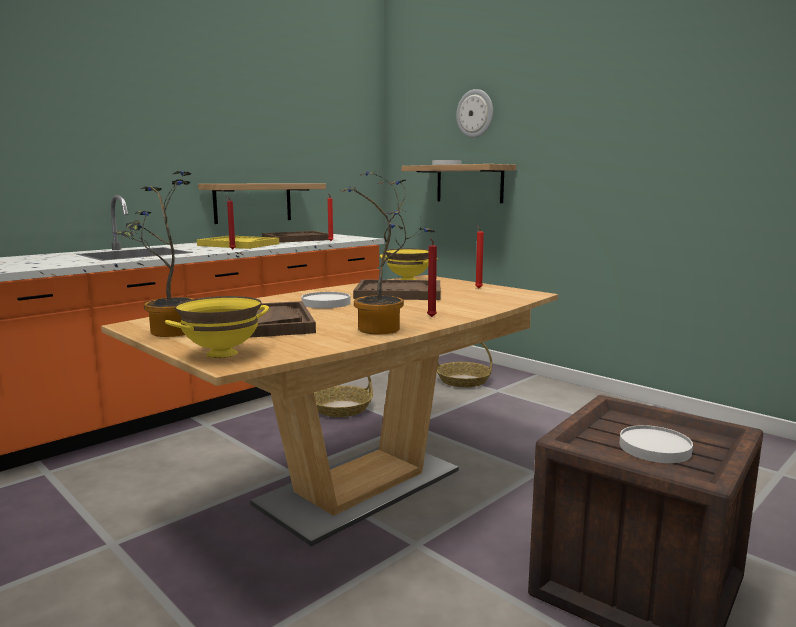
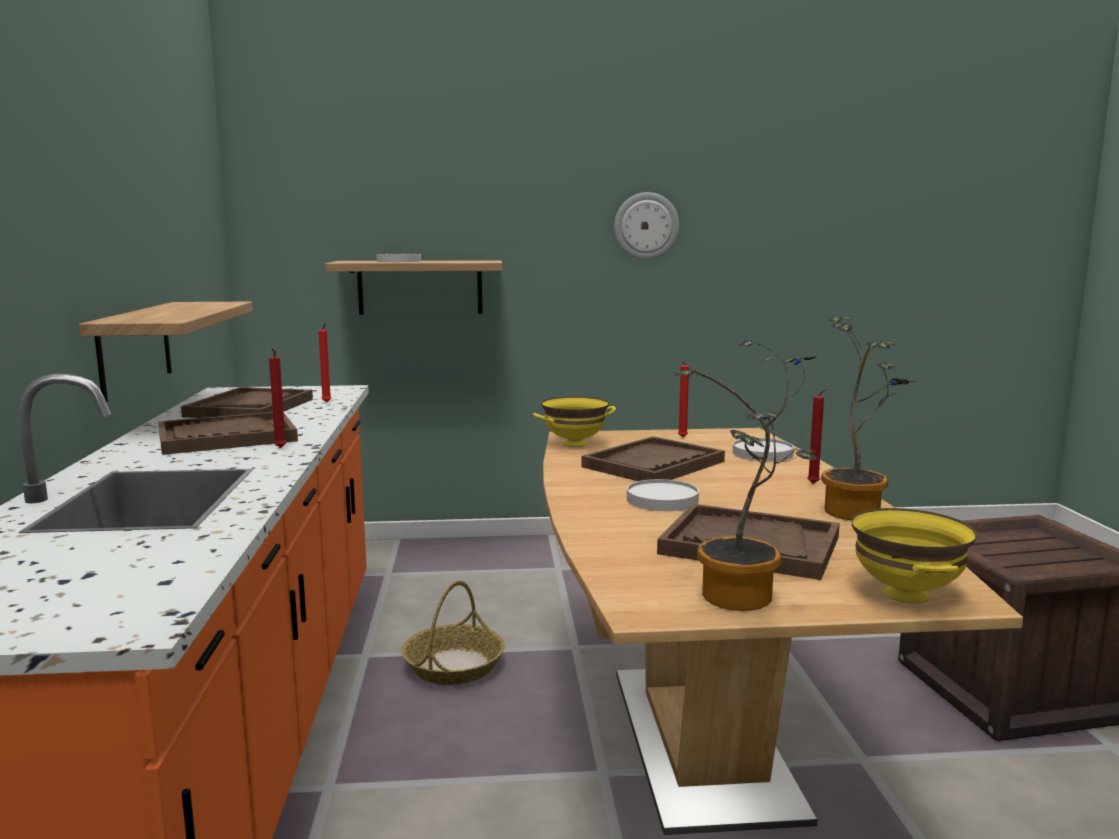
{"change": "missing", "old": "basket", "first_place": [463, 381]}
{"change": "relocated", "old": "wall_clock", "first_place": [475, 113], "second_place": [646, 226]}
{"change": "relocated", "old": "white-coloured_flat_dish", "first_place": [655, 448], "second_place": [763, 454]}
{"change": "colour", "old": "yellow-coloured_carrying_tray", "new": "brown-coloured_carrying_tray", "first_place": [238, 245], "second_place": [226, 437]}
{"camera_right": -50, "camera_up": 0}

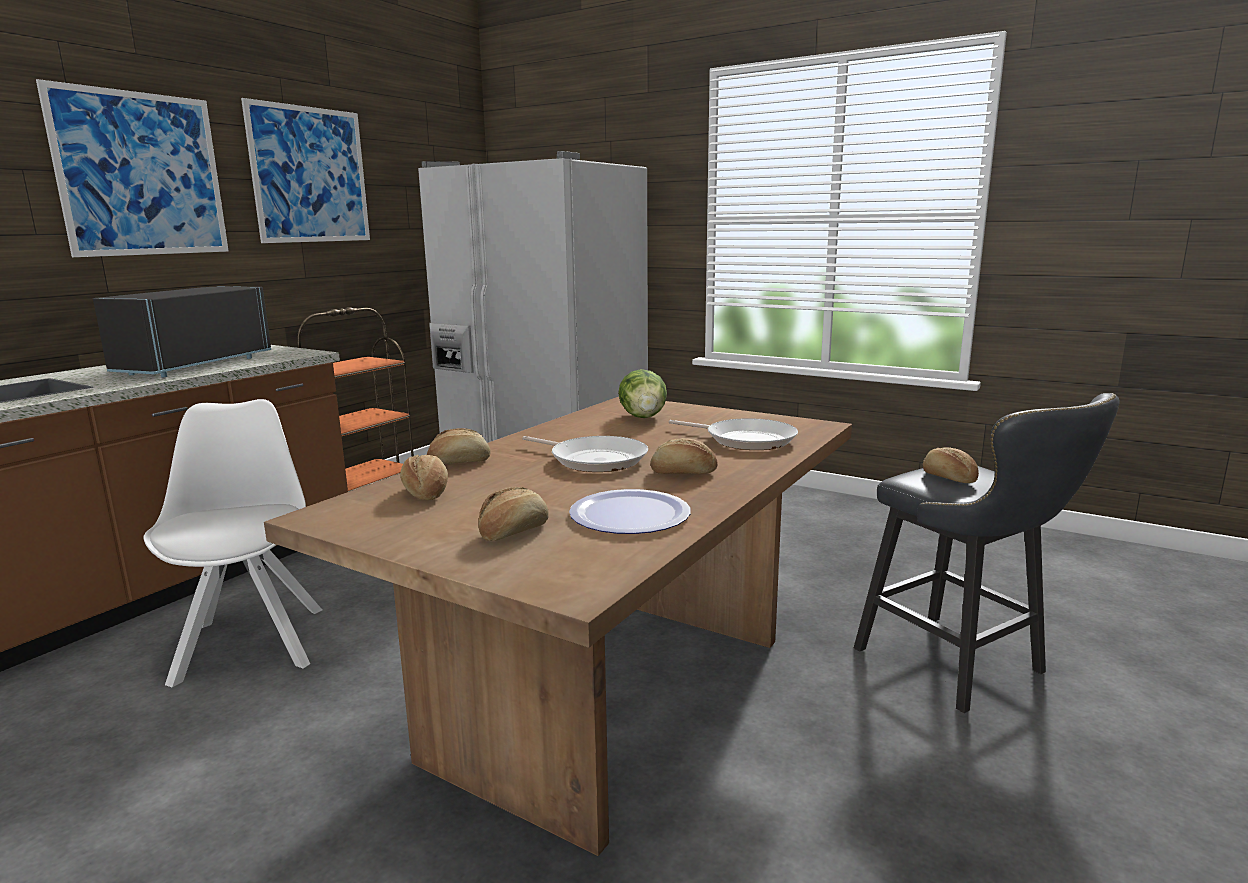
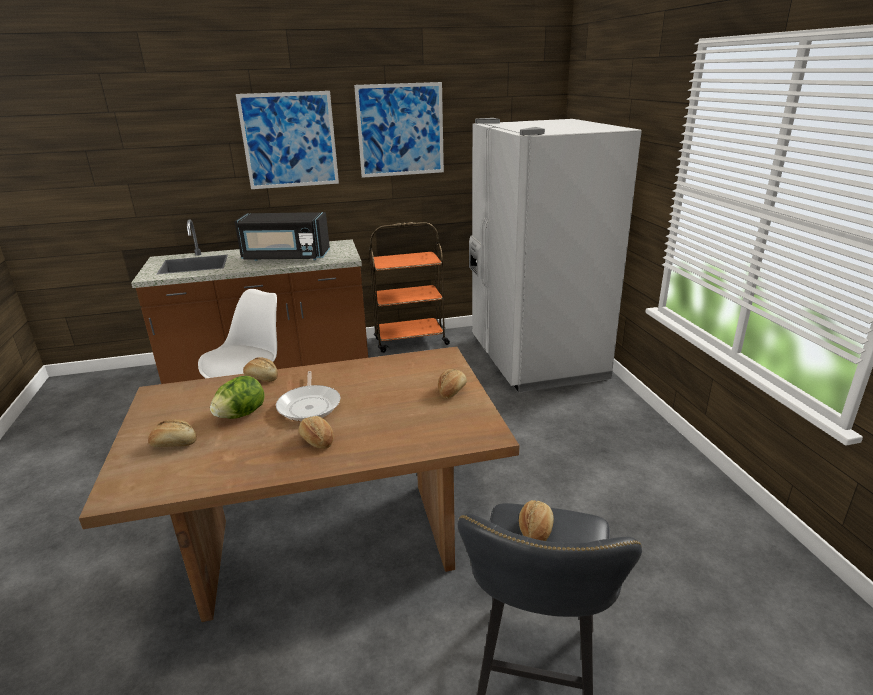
{"change": "missing", "old": "flat_dish", "first_place": [630, 515]}
{"change": "missing", "old": "frying_pan", "first_place": [746, 440]}
{"change": "relocated", "old": "baked_bread", "first_place": [425, 493], "second_place": [451, 391]}
{"change": "relocated", "old": "lettuce", "first_place": [643, 417], "second_place": [241, 414]}
{"change": "spun", "old": "black-coloured_kitchen_microwave", "first_place": [192, 365], "second_place": [286, 257], "degrees": -150}
{"camera_right": 45, "camera_up": 10}

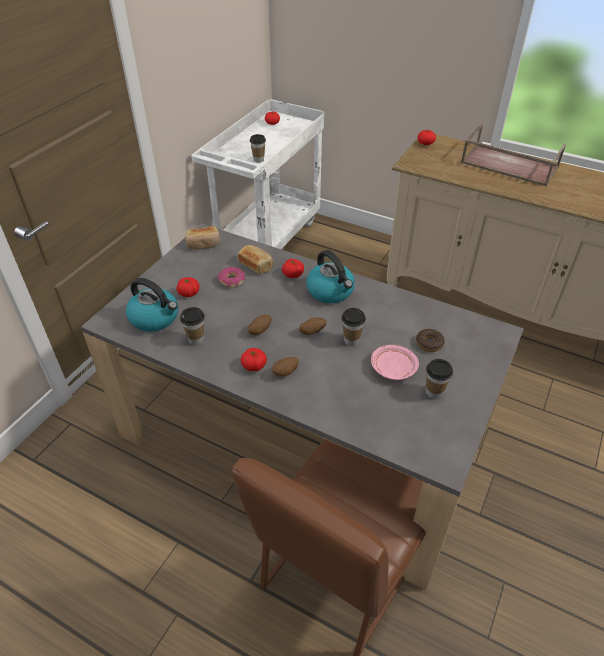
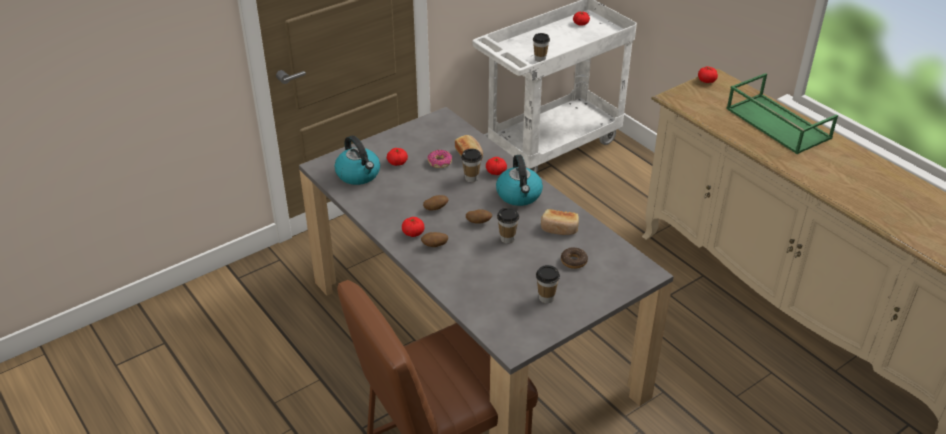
{"change": "missing", "old": "pink-coloured_flat_dish", "first_place": [392, 368]}
{"change": "relocated", "old": "cup", "first_place": [196, 339], "second_place": [471, 178]}
{"change": "relocated", "old": "baked_bread", "first_place": [203, 244], "second_place": [559, 229]}
{"change": "colour", "old": "brown-coloured_carrying_tray", "new": "green_carrying_tray", "first_place": [508, 165], "second_place": [776, 123]}
{"camera_right": 25, "camera_up": -5}

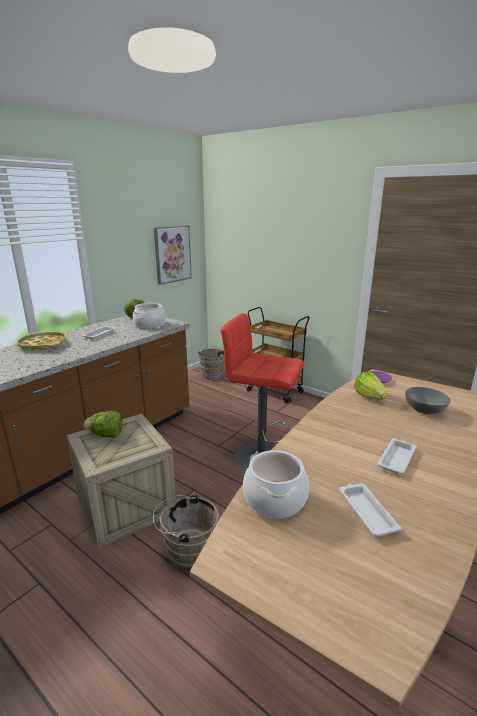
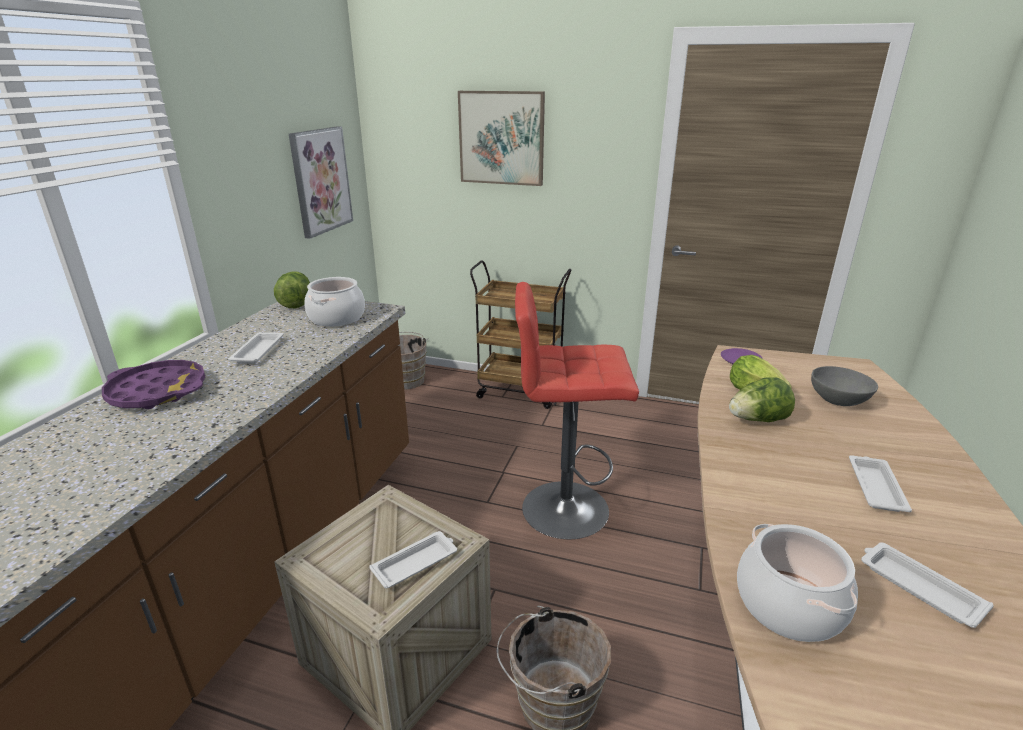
{"change": "appeared", "new": "white-coloured_carrying_tray", "second_place": [416, 563]}
{"change": "appeared", "new": "wall_picture", "second_place": [501, 138]}
{"change": "relocated", "old": "lettuce", "first_place": [105, 435], "second_place": [757, 420]}
{"change": "colour", "old": "yellow-coloured_carrying_tray", "new": "purple-coloured_carrying_tray", "first_place": [43, 345], "second_place": [158, 391]}
{"camera_right": -20, "camera_up": 5}

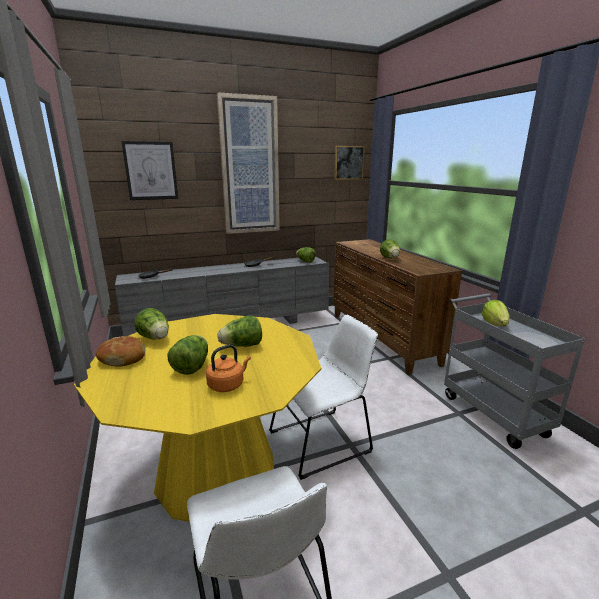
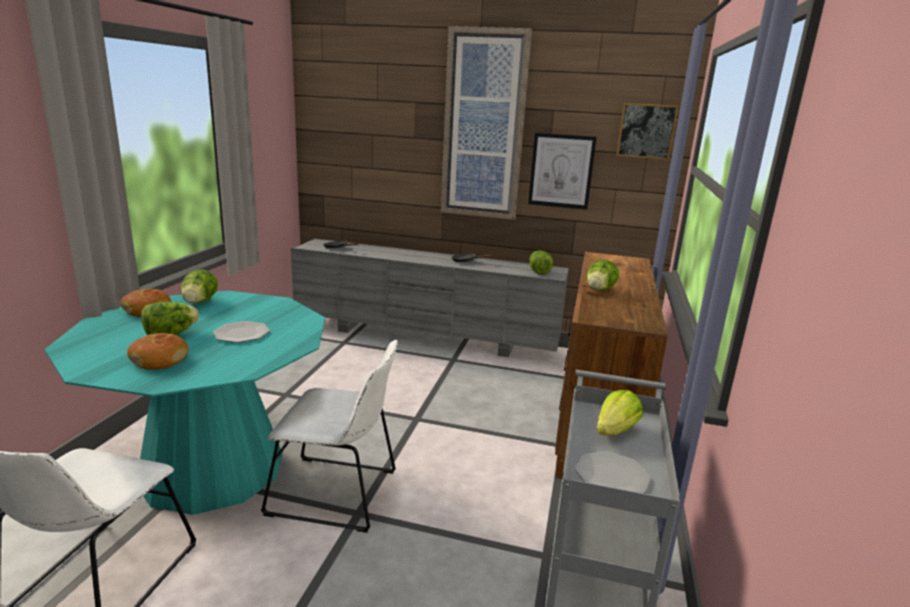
{"change": "relocated", "old": "wall_picture", "first_place": [151, 171], "second_place": [561, 171]}
{"change": "exchanged", "old": "orange_kettle", "new": "baked_bread", "first_place": [227, 385], "second_place": [160, 359]}
{"change": "exchanged", "old": "lettuce", "new": "flat_dish", "first_place": [242, 346], "second_place": [241, 333]}
{"change": "colour", "old": "yellow-coloured_kitchen_table", "new": "turquoise-coloured_kitchen_table", "first_place": [217, 472], "second_place": [212, 468]}
{"camera_right": 35, "camera_up": 0}

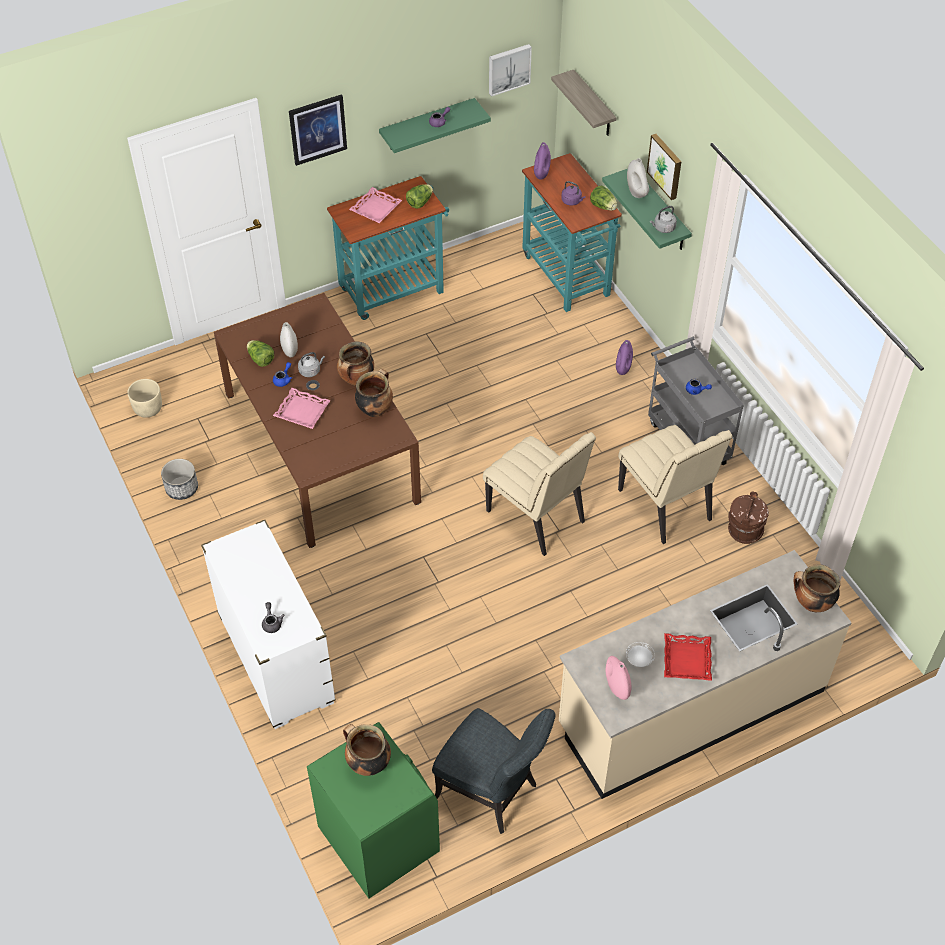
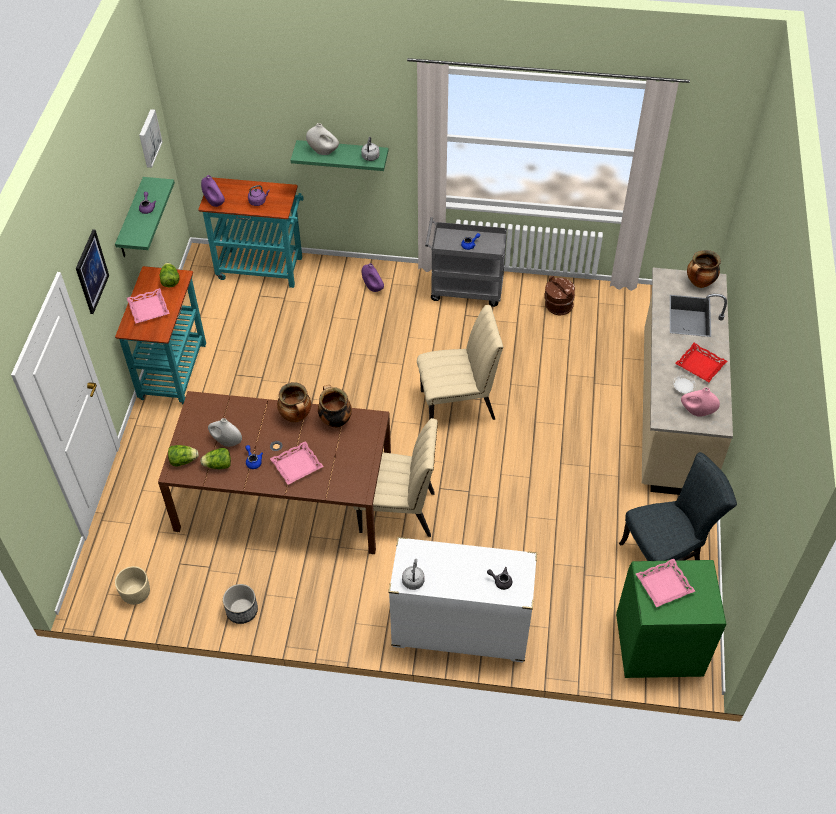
{"change": "missing", "old": "bracket_shelf", "first_place": [593, 105]}
{"change": "missing", "old": "wall_picture", "first_place": [666, 166]}
{"change": "relocated", "old": "greyish_kettle", "first_place": [310, 371], "second_place": [413, 580]}
{"change": "relocated", "old": "lettuce", "first_place": [603, 206], "second_place": [183, 460]}
{"change": "relocated", "old": "sand-coloured_plain_chair", "first_place": [664, 504], "second_place": [396, 512]}
{"change": "exchanged", "old": "saucepot", "new": "pink-coloured_carrying_tray", "first_place": [367, 763], "second_place": [664, 585]}
{"camera_right": -55, "camera_up": 0}

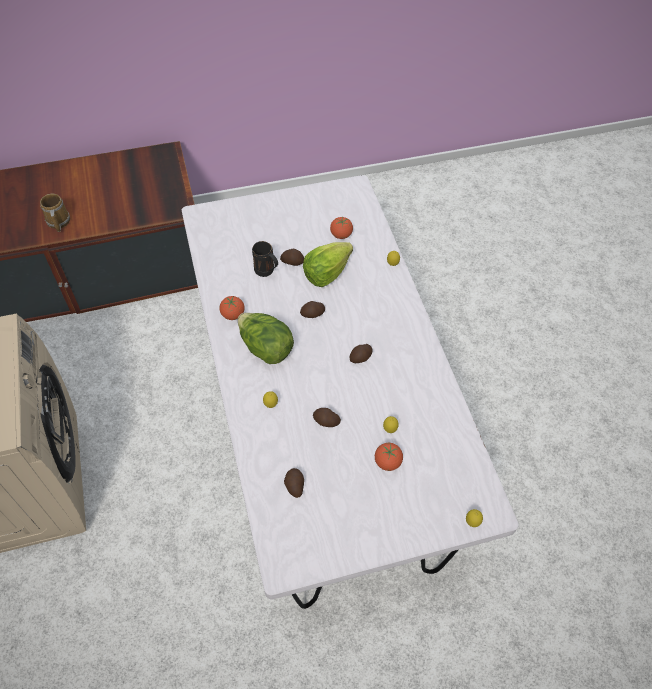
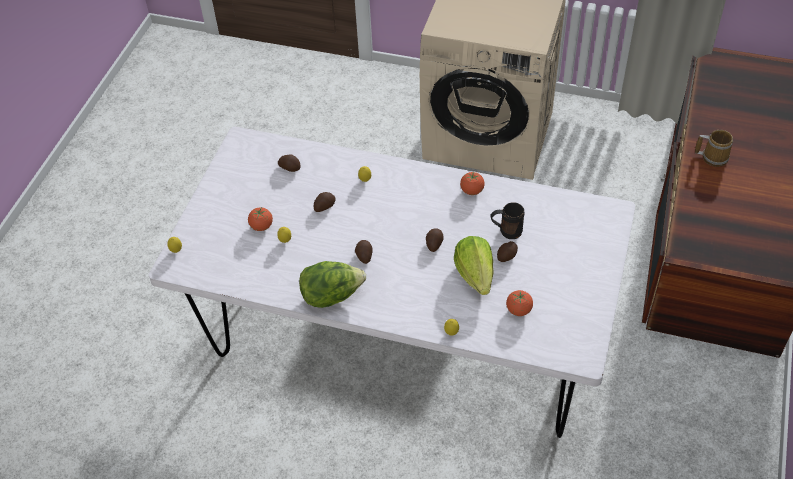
{"change": "relocated", "old": "lettuce", "first_place": [265, 348], "second_place": [332, 296]}
{"camera_right": 125, "camera_up": -5}

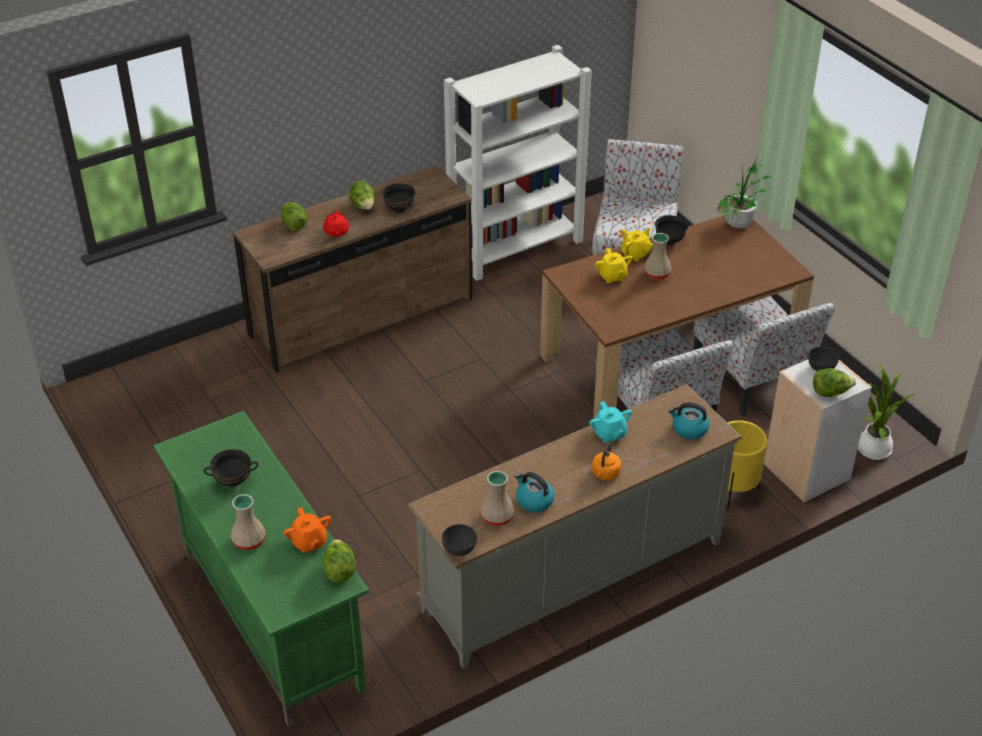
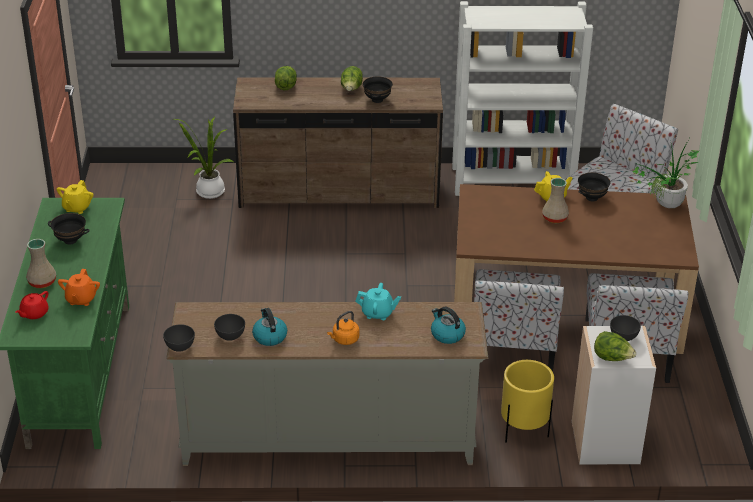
{"change": "missing", "old": "lettuce", "first_place": [339, 571]}
{"change": "relocated", "old": "reddish_tea_pot", "first_place": [336, 232], "second_place": [34, 313]}
{"change": "relocated", "old": "yellow-coloured_tea_pot", "first_place": [612, 276], "second_place": [77, 208]}
{"change": "relocated", "old": "potted_plant", "first_place": [871, 450], "second_place": [208, 191]}
{"change": "exchanged", "old": "sand-coloured_vase", "new": "greyish_deep_dish", "first_place": [496, 516], "second_place": [230, 336]}
{"change": "spun", "old": "turquoise-coloured_tea_pot", "first_place": [609, 434], "second_place": [377, 313], "degrees": -90}
{"camera_right": 30, "camera_up": -5}

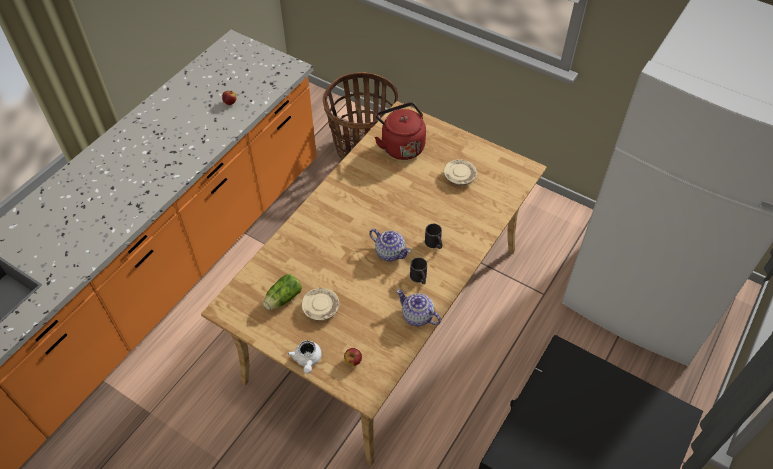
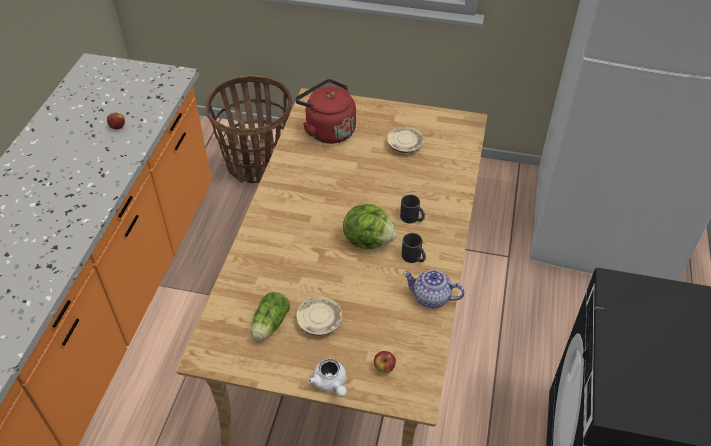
{"change": "exchanged", "old": "tea_pot", "new": "lettuce", "first_place": [390, 252], "second_place": [368, 240]}
{"camera_right": -20, "camera_up": -5}

